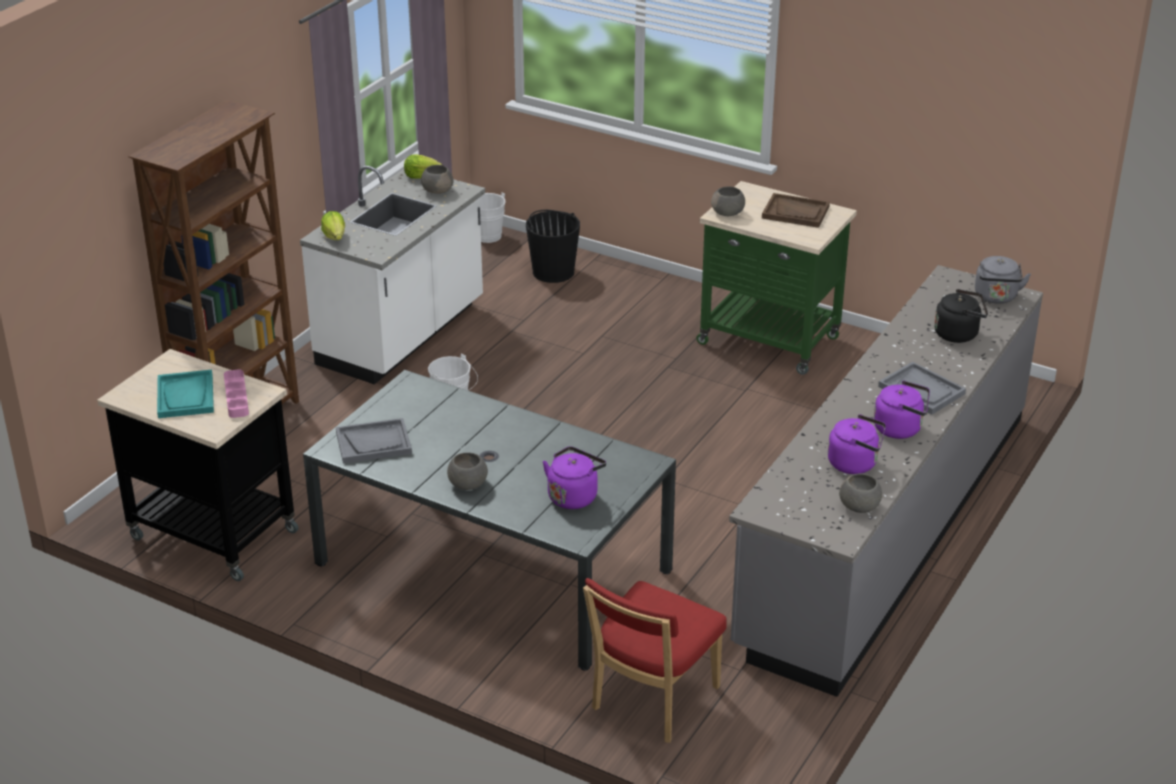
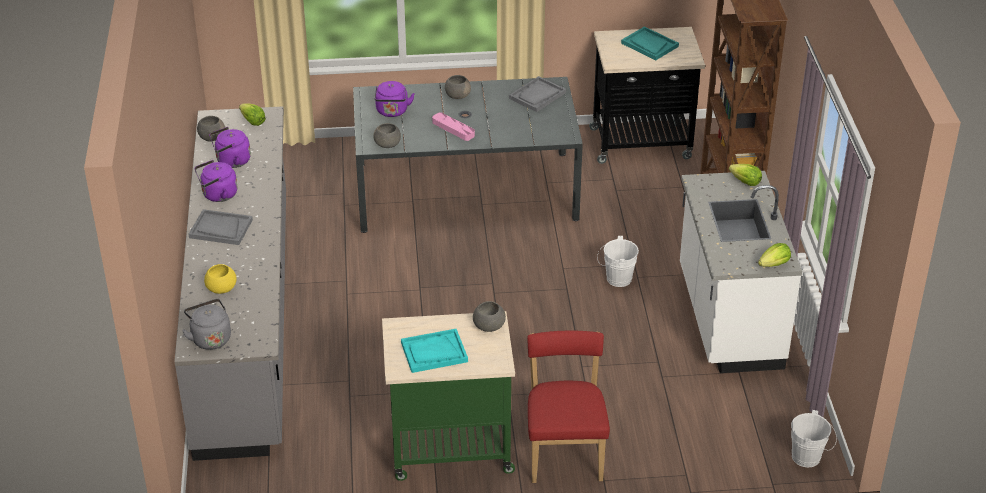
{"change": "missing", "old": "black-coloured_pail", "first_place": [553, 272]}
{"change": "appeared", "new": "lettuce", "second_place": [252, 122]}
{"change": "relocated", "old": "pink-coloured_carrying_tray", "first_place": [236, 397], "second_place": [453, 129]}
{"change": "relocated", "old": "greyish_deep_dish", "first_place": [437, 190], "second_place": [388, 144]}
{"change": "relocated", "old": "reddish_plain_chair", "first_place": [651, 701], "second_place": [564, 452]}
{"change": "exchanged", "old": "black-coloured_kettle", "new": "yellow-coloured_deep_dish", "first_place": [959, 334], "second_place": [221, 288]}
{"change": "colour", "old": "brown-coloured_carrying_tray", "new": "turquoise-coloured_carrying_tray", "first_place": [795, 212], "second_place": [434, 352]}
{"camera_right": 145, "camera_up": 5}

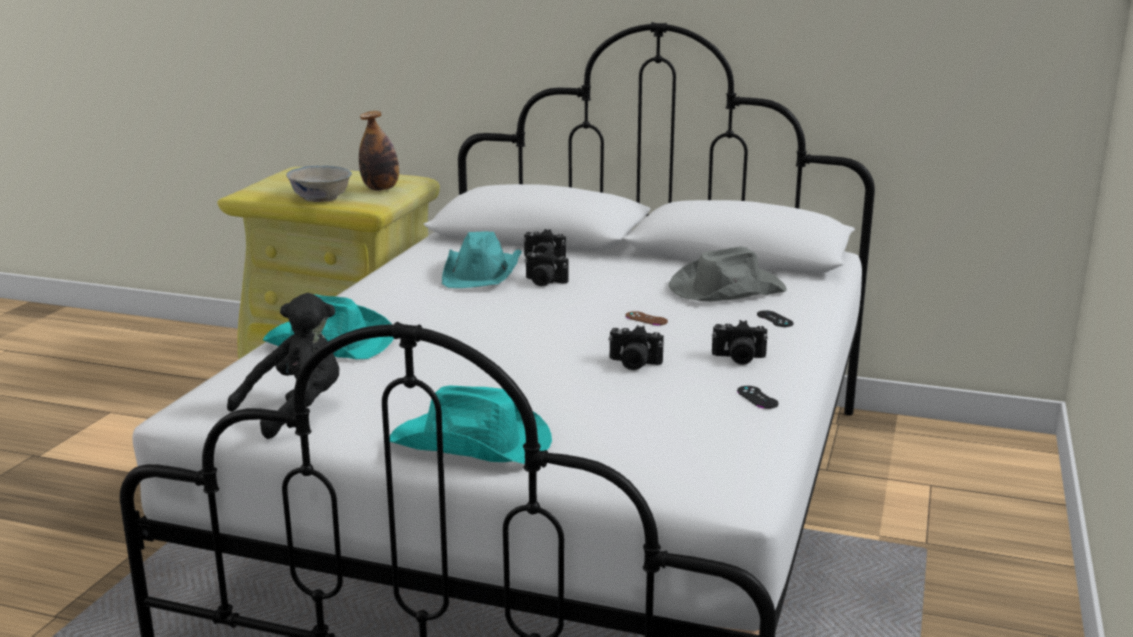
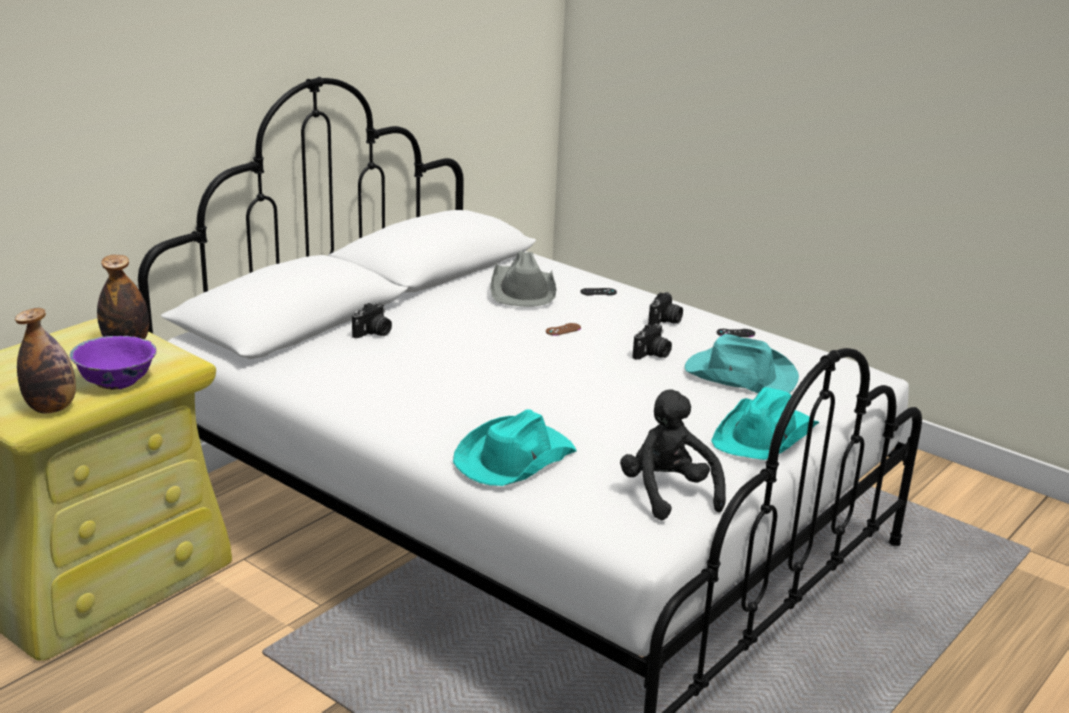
{"change": "missing", "old": "still_camera", "first_place": [543, 282]}
{"change": "appeared", "new": "beverage_bottle", "second_place": [51, 408]}
{"change": "relocated", "old": "turquoise-coloured_hat", "first_place": [482, 273], "second_place": [739, 375]}
{"change": "colour", "old": "white-coloured_deep_dish", "new": "purple-coloured_deep_dish", "first_place": [320, 198], "second_place": [115, 380]}
{"camera_right": -70, "camera_up": 5}

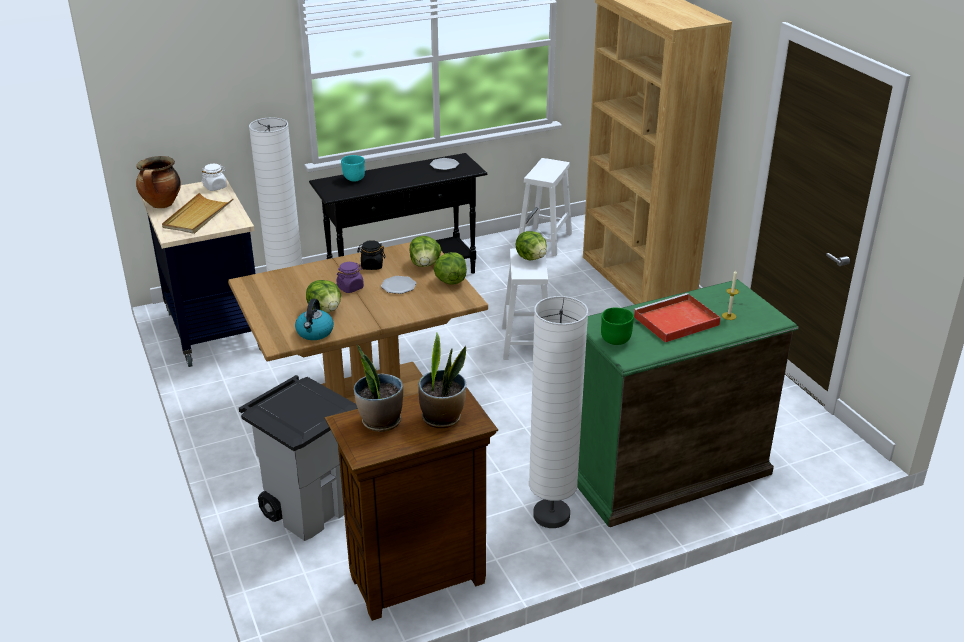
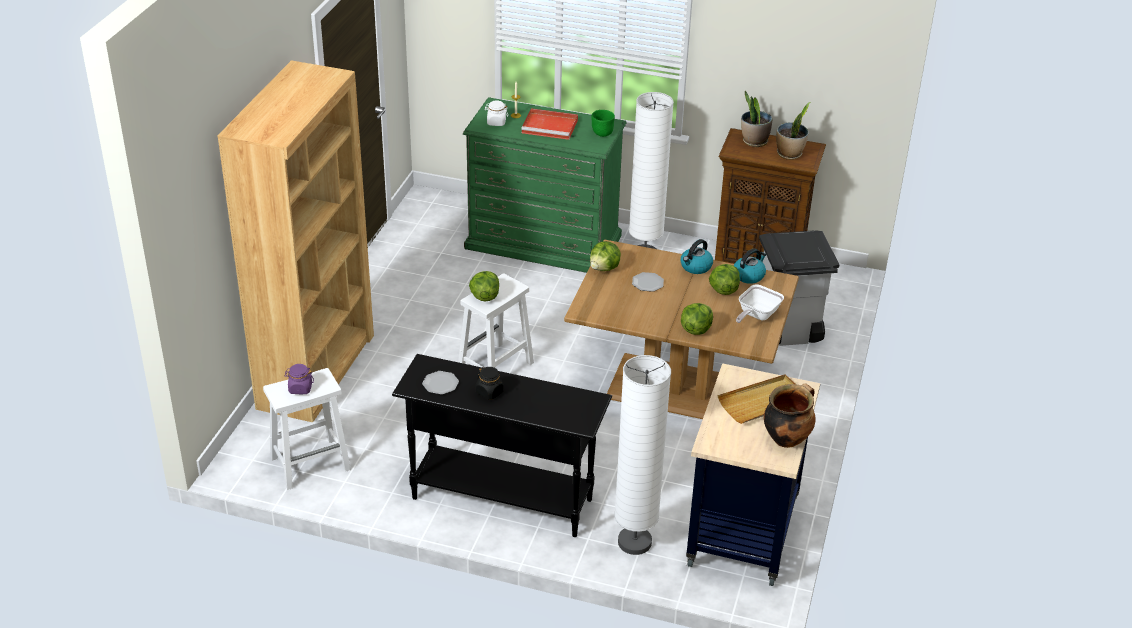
{"change": "missing", "old": "turquoise-coloured_deep_dish", "first_place": [354, 179]}
{"change": "appeared", "new": "kettle", "second_place": [695, 267]}
{"change": "appeared", "new": "frying_pan", "second_place": [756, 315]}
{"change": "relocated", "old": "white-coloured_storage_jar", "first_place": [215, 187], "second_place": [496, 122]}
{"change": "relocated", "old": "purple-coloured_storage_jar", "first_place": [350, 287], "second_place": [300, 388]}
{"change": "relocated", "old": "black-coloured_storage_jar", "first_place": [372, 266], "second_place": [489, 392]}
{"change": "relocated", "old": "lettuce", "first_place": [425, 264], "second_place": [696, 329]}
{"camera_right": -140, "camera_up": 5}

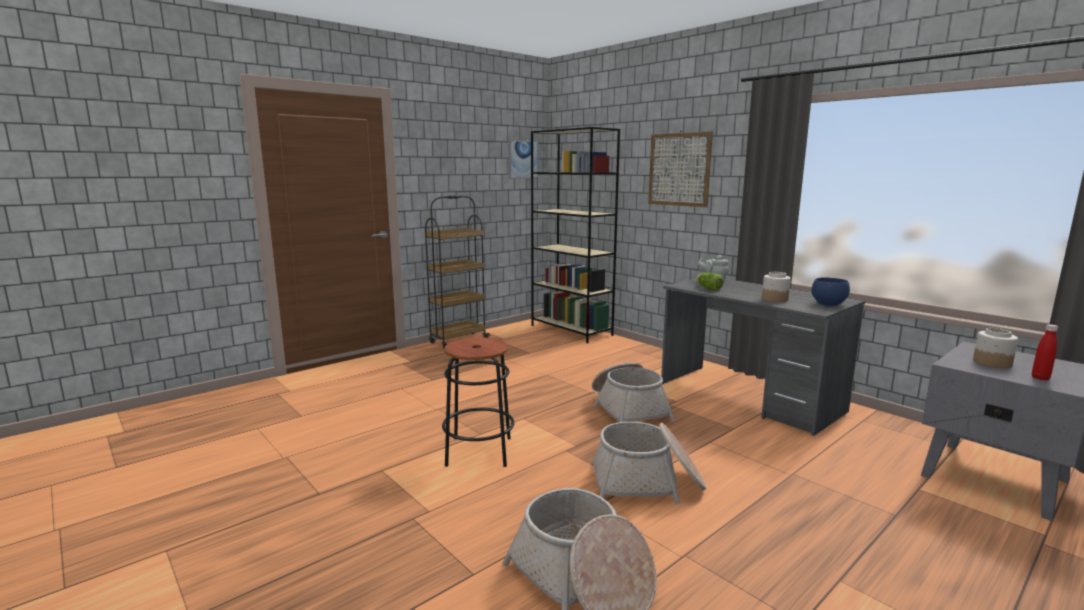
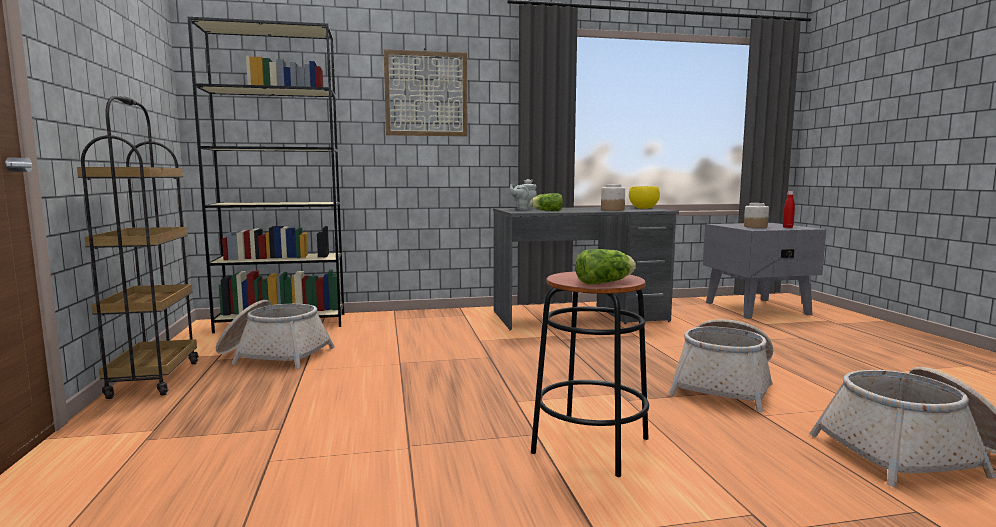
{"change": "missing", "old": "wall_picture", "first_place": [522, 159]}
{"change": "appeared", "new": "lettuce", "second_place": [606, 282]}
{"change": "relocated", "old": "basket", "first_place": [628, 409], "second_place": [274, 355]}
{"change": "colour", "old": "blue-coloured_deep_dish", "new": "yellow-coloured_deep_dish", "first_place": [827, 304], "second_place": [643, 208]}
{"camera_right": -60, "camera_up": -5}

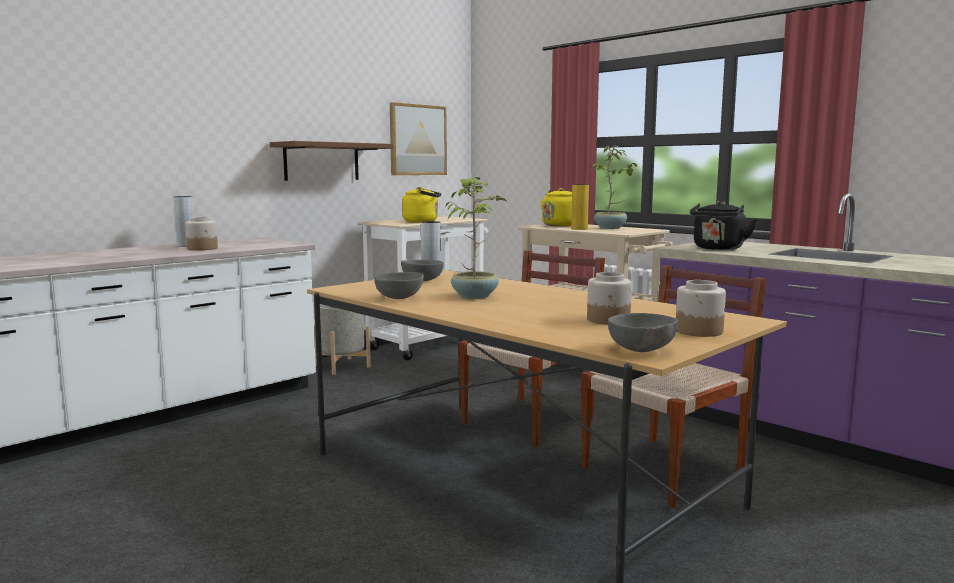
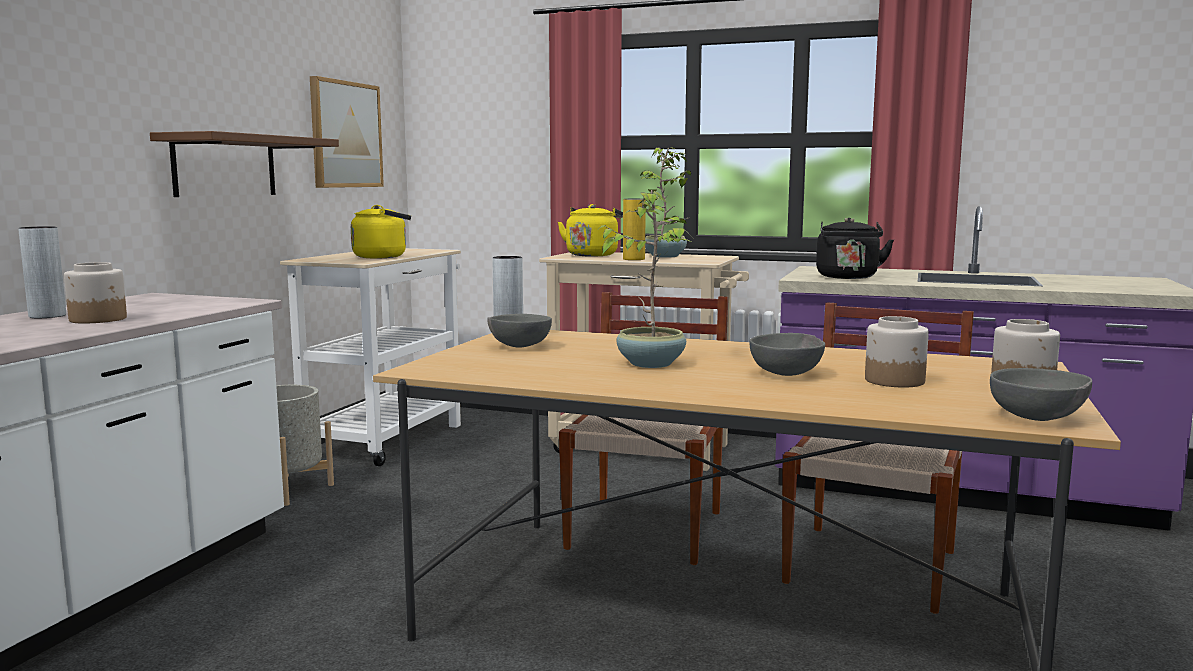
{"change": "relocated", "old": "greyish_deep_dish", "first_place": [400, 298], "second_place": [788, 374]}
{"camera_right": -25, "camera_up": 0}

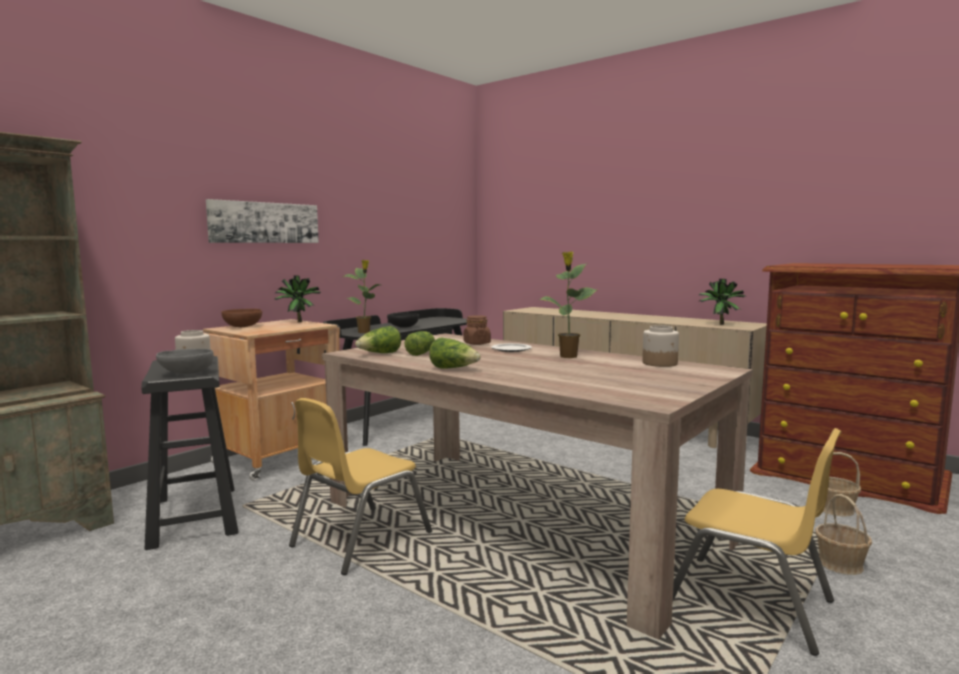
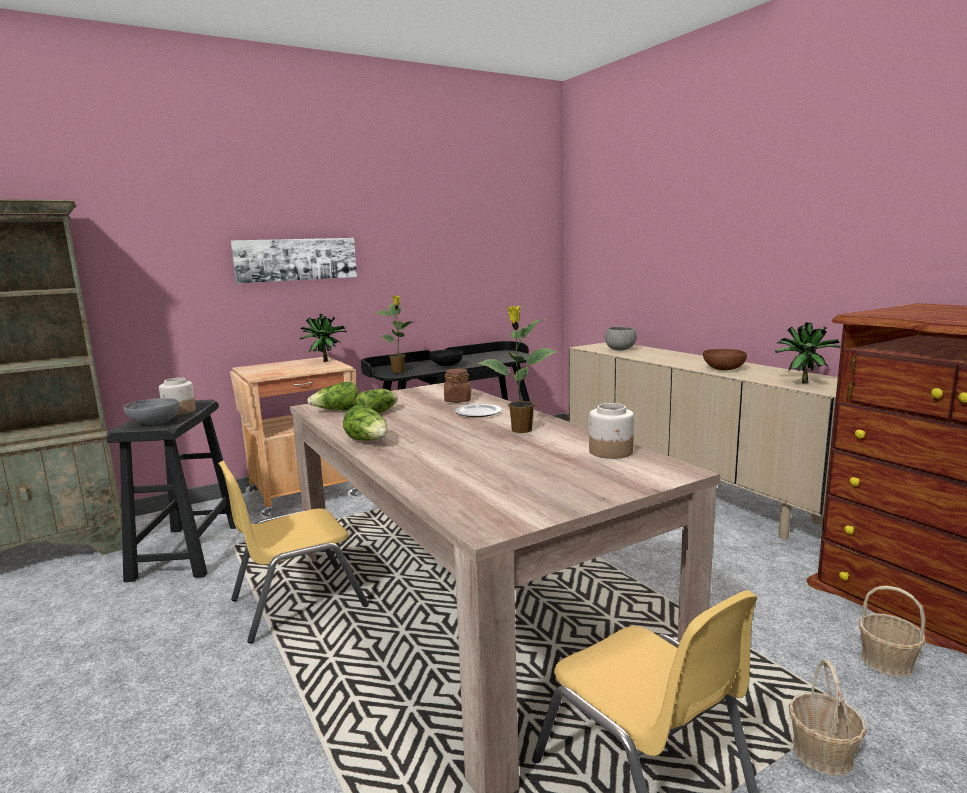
{"change": "appeared", "new": "greyish_deep_dish", "second_place": [620, 350]}
{"change": "relocated", "old": "brown-coloured_deep_dish", "first_place": [242, 326], "second_place": [723, 369]}
{"camera_right": 20, "camera_up": 5}

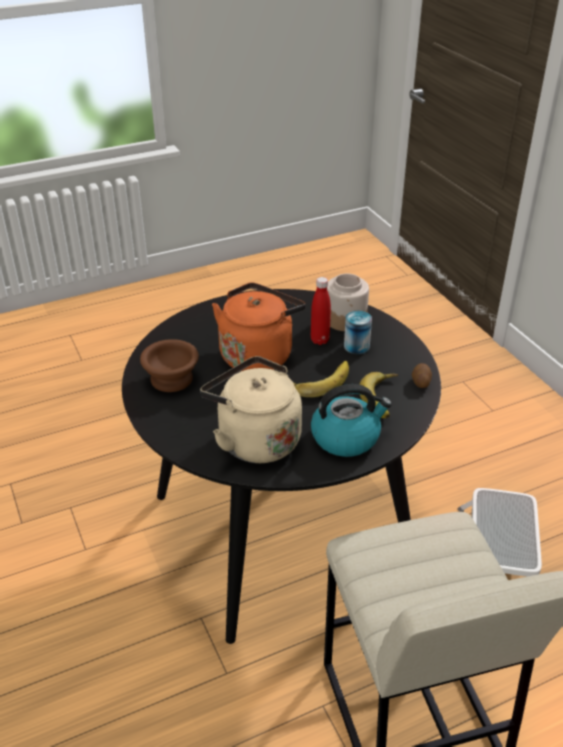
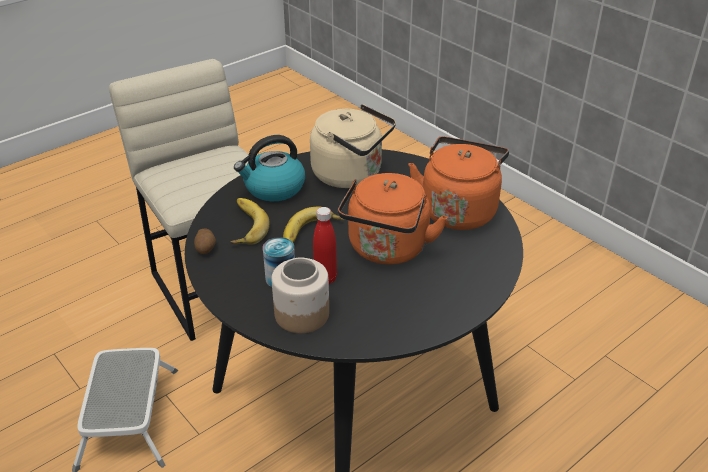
{"change": "exchanged", "old": "brown-coloured_deep_dish", "new": "orange_kettle", "first_place": [169, 379], "second_place": [459, 210]}
{"camera_right": 165, "camera_up": 0}

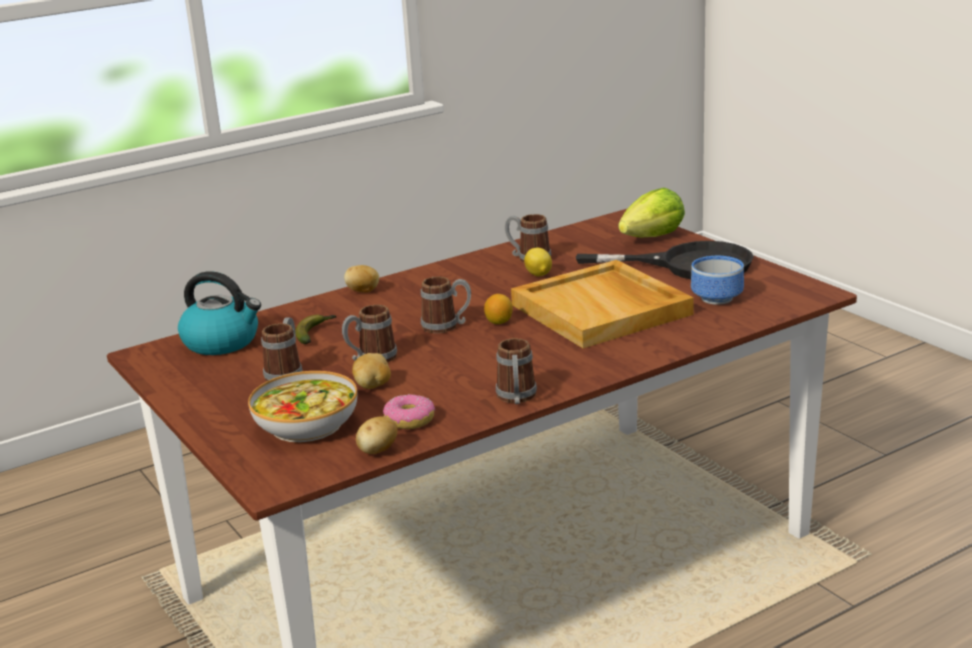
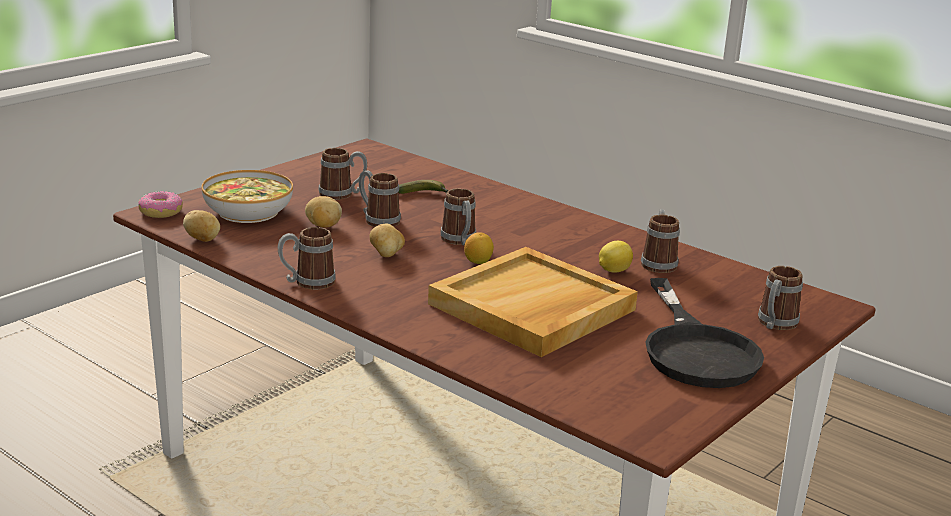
{"change": "missing", "old": "kettle", "first_place": [222, 342]}
{"change": "missing", "old": "deep_dish", "first_place": [718, 297]}
{"change": "relocated", "old": "potato", "first_place": [363, 291], "second_place": [386, 254]}
{"change": "relocated", "old": "doughnut", "first_place": [410, 420], "second_place": [161, 212]}
{"change": "exchanged", "old": "lettuce", "new": "coffee_mug", "first_place": [653, 238], "second_place": [775, 324]}
{"camera_right": 70, "camera_up": 0}

